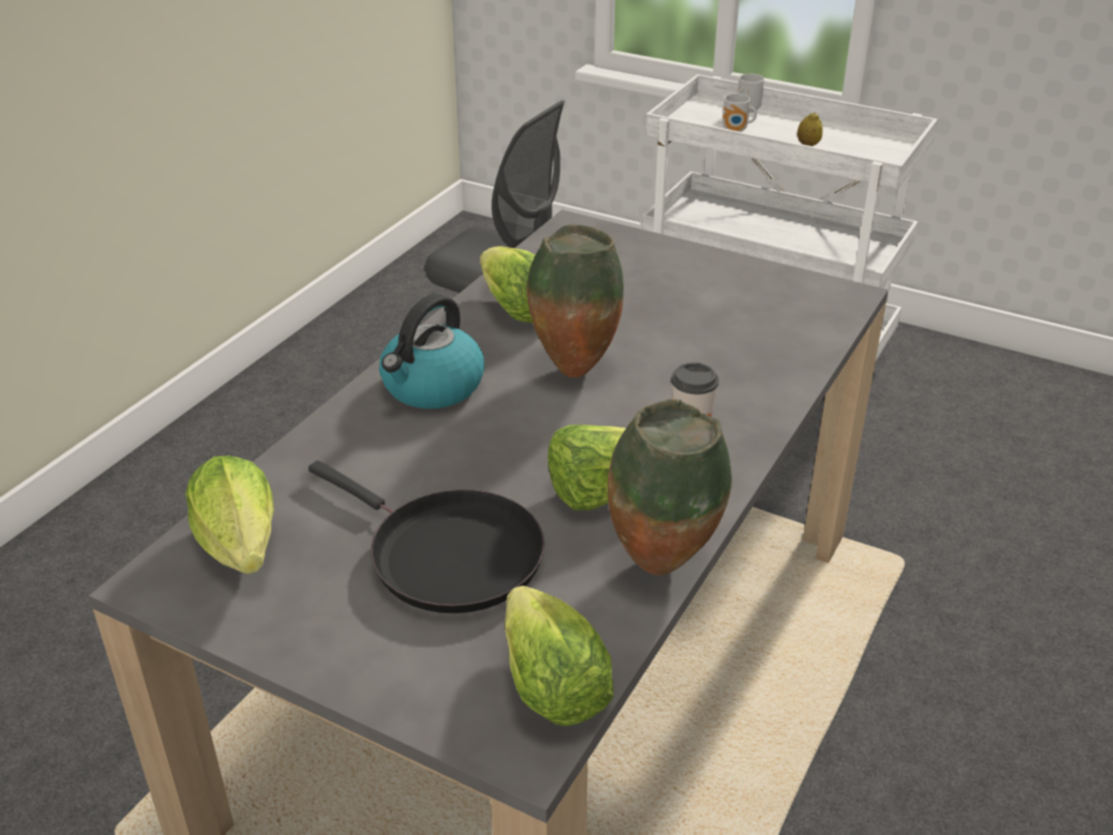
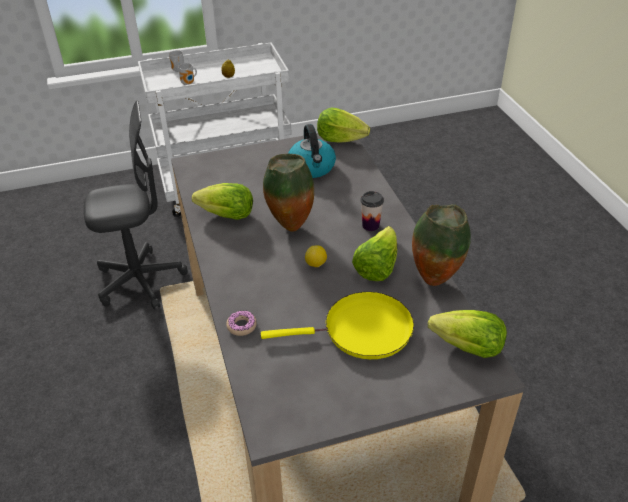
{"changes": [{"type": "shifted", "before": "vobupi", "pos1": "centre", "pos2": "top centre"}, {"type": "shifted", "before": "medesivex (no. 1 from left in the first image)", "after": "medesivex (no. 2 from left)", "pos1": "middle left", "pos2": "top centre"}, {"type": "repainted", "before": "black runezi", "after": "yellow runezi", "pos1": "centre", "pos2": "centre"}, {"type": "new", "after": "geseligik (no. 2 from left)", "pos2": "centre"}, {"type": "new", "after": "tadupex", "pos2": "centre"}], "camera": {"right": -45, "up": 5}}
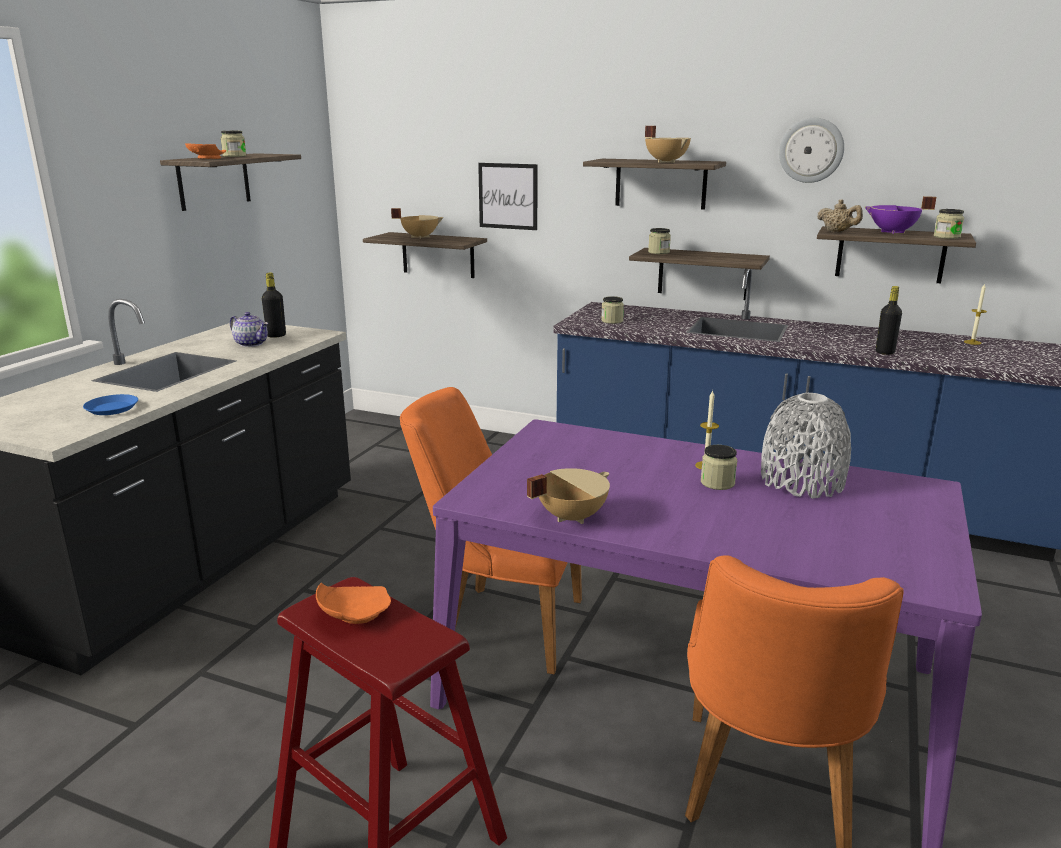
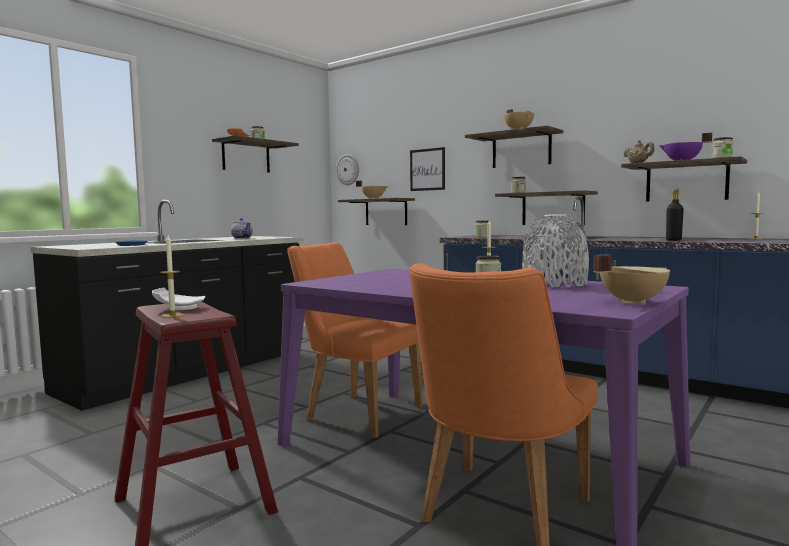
{"changes": [{"type": "shifted", "before": "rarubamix", "pos1": "top right", "pos2": "top centre"}, {"type": "gone", "before": "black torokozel (no. 1 from left)", "pos1": "middle left"}, {"type": "shifted", "before": "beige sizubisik (no. 2 from left in the first image)", "after": "beige sizubisik (no. 3 from left)", "pos1": "centre", "pos2": "middle right"}, {"type": "repainted", "before": "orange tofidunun (no. 2 from left)", "after": "white tofidunun", "pos1": "bottom left", "pos2": "middle left"}, {"type": "new", "after": "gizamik (no. 1 from left)", "pos2": "middle left"}], "camera": {"right": 15, "up": -15}}
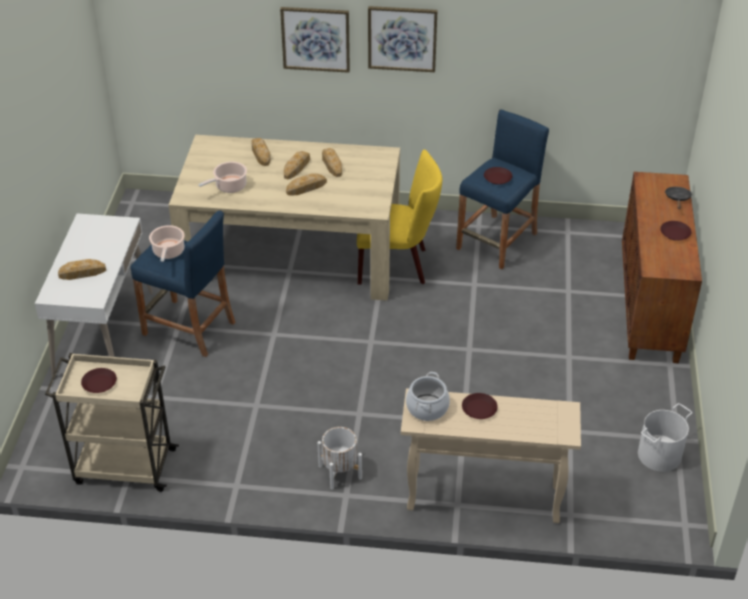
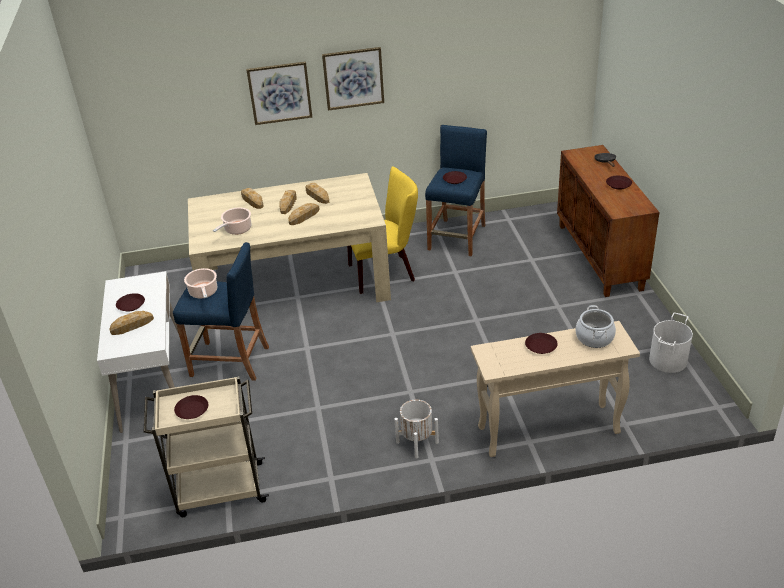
{"changes": [{"type": "shifted", "before": "sizubisik (no. 3 from left)", "pos1": "centre", "pos2": "middle right"}, {"type": "new", "after": "brown tofidunun (no. 1 from left)", "pos2": "middle left"}], "camera": {"right": -15, "up": -5}}
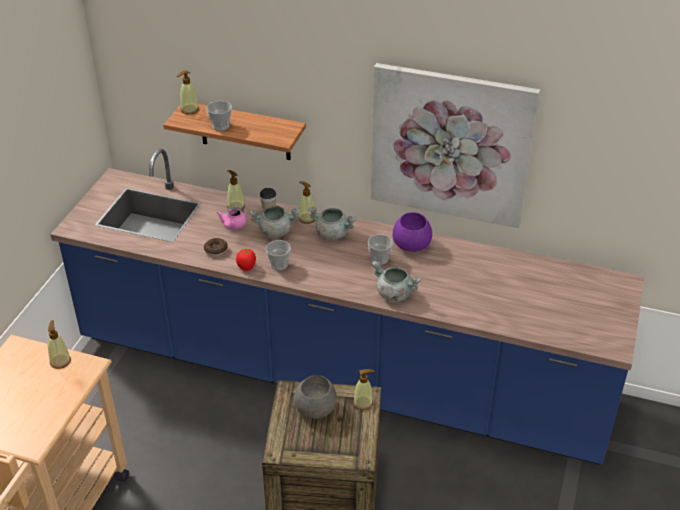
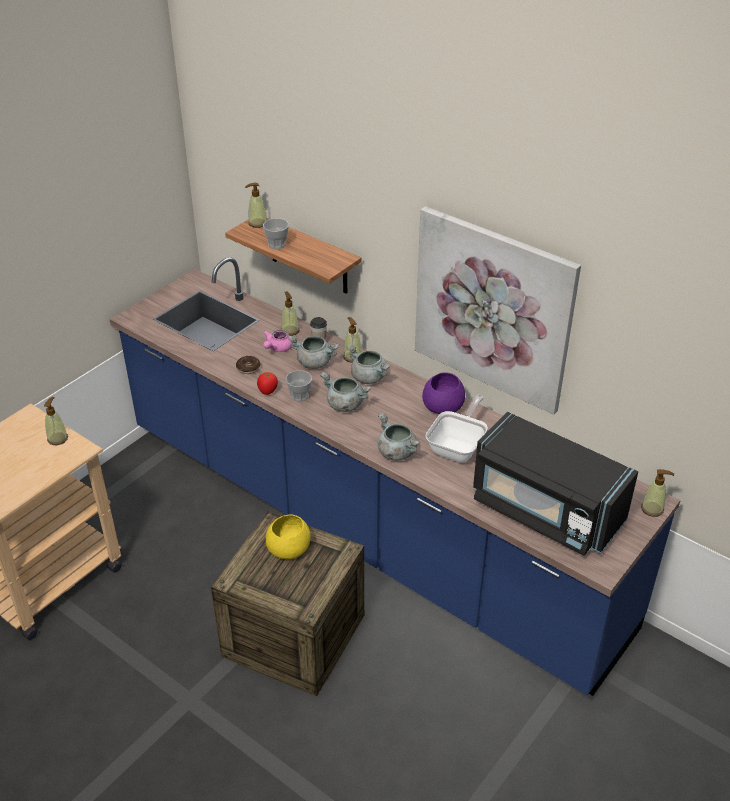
{"changes": [{"type": "gone", "before": "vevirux (no. 4 from left)", "pos1": "centre"}, {"type": "shifted", "before": "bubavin (no. 5 from left)", "pos1": "bottom centre", "pos2": "middle right"}, {"type": "repainted", "before": "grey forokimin", "after": "yellow forokimin", "pos1": "bottom centre", "pos2": "bottom centre"}, {"type": "new", "after": "grey sizubisik (no. 2 from left)", "pos2": "centre"}, {"type": "new", "after": "runezi", "pos2": "centre"}, {"type": "new", "after": "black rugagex", "pos2": "middle right"}], "camera": {"right": 20, "up": 0}}
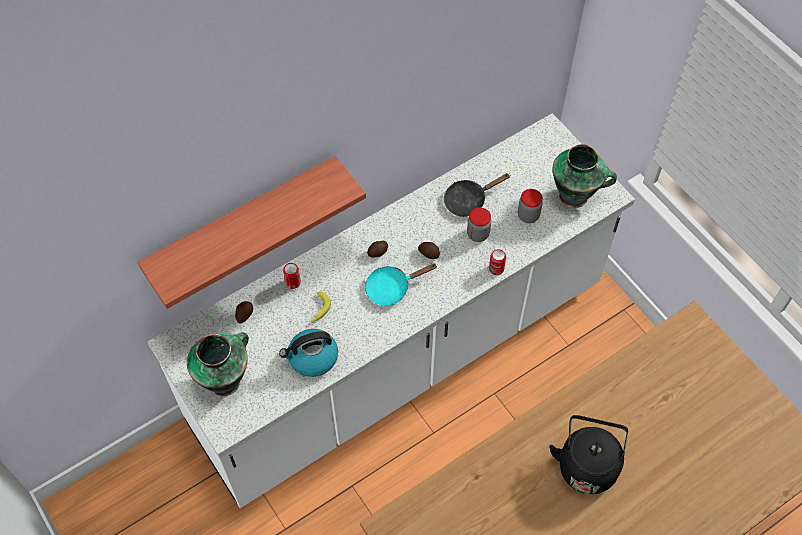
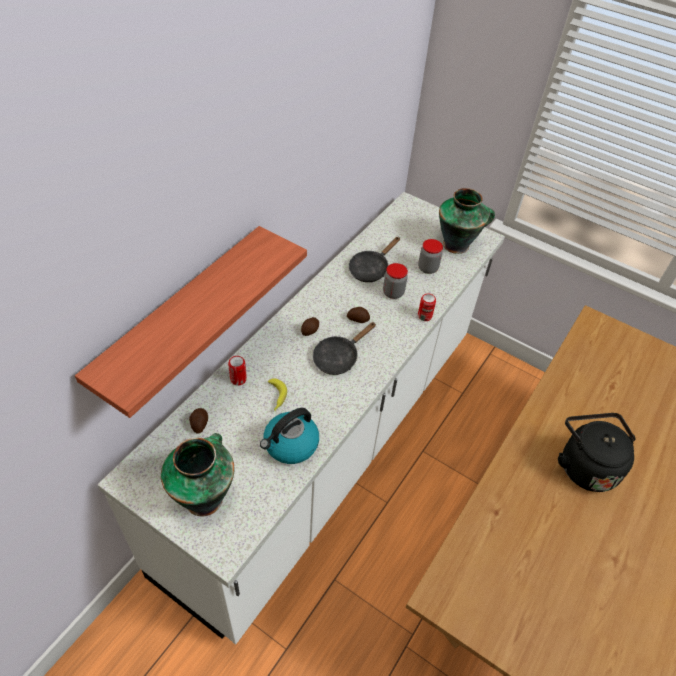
{"changes": [{"type": "repainted", "before": "turquoise runezi", "after": "black runezi (no. 1 from left)", "pos1": "centre", "pos2": "centre"}], "camera": {"right": -25, "up": -10}}
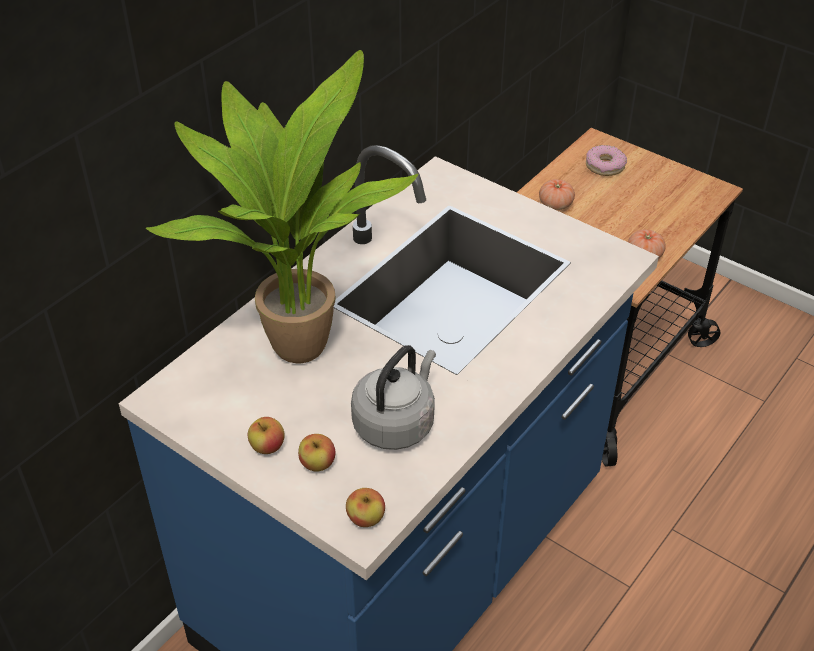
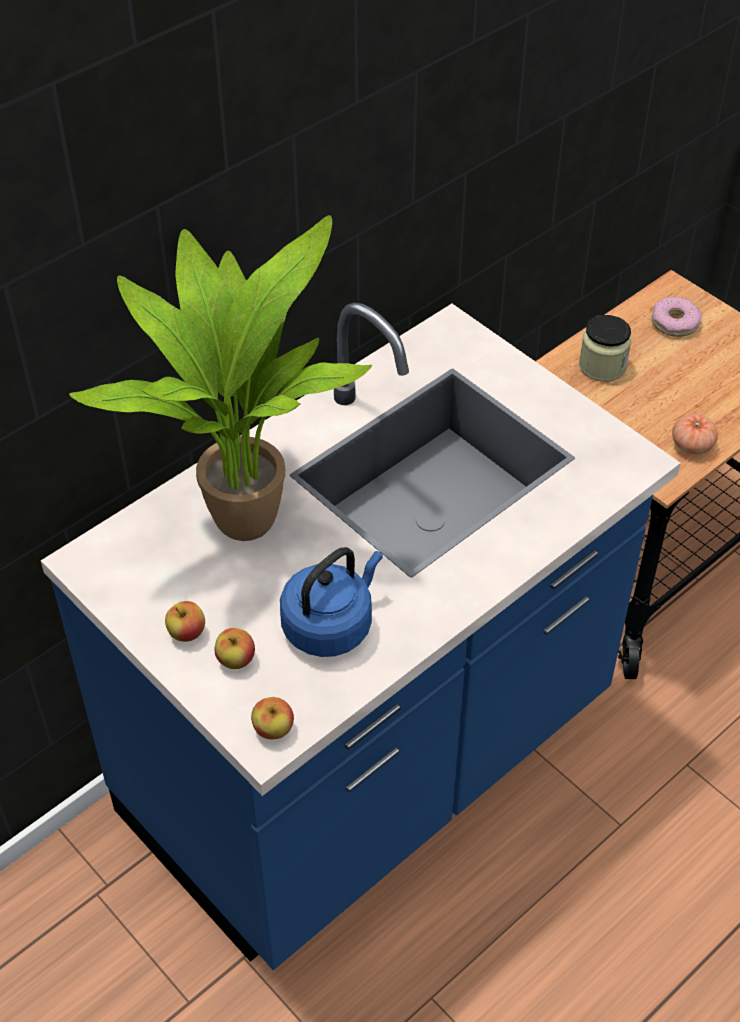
{"changes": [{"type": "swapped", "before": "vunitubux (no. 1 from left)", "after": "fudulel", "pos1": "top right", "pos2": "middle right"}, {"type": "repainted", "before": "grey vobupi", "after": "blue vobupi", "pos1": "centre", "pos2": "centre"}], "camera": {"right": 10, "up": 5}}
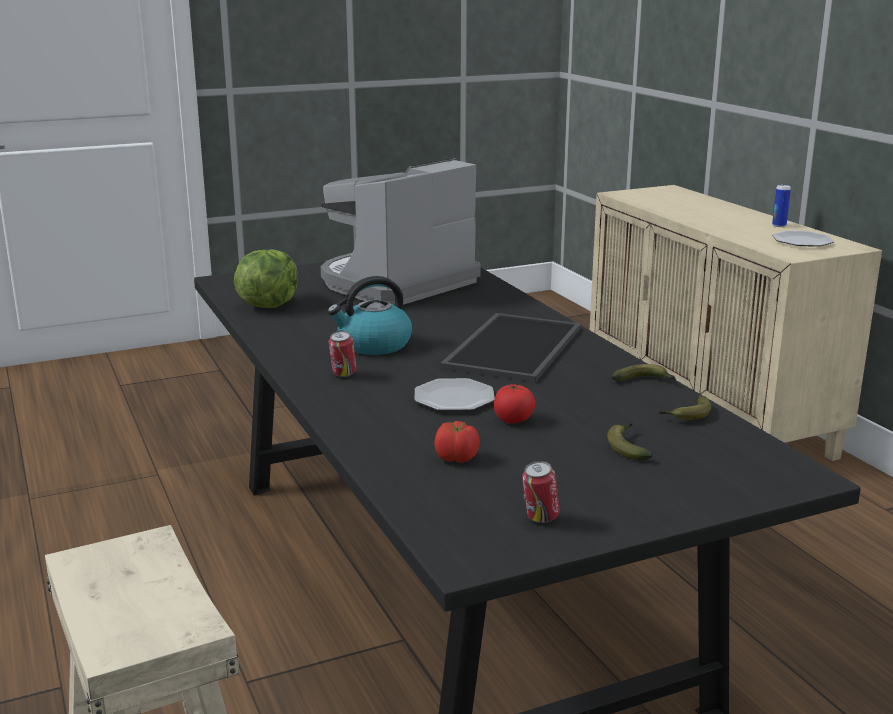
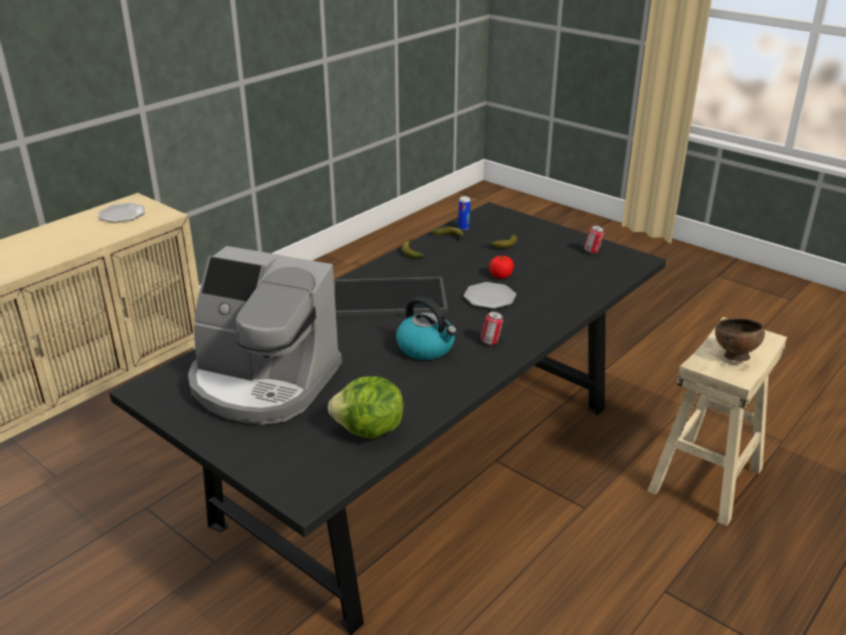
{"changes": [{"type": "shifted", "before": "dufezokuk (no. 3 from left in the first image)", "after": "dufezokuk (no. 1 from left)", "pos1": "top right", "pos2": "centre"}, {"type": "gone", "before": "vunitubux (no. 1 from left)", "pos1": "centre"}, {"type": "new", "after": "brown forokimin", "pos2": "middle right"}], "camera": {"right": -115, "up": 10}}
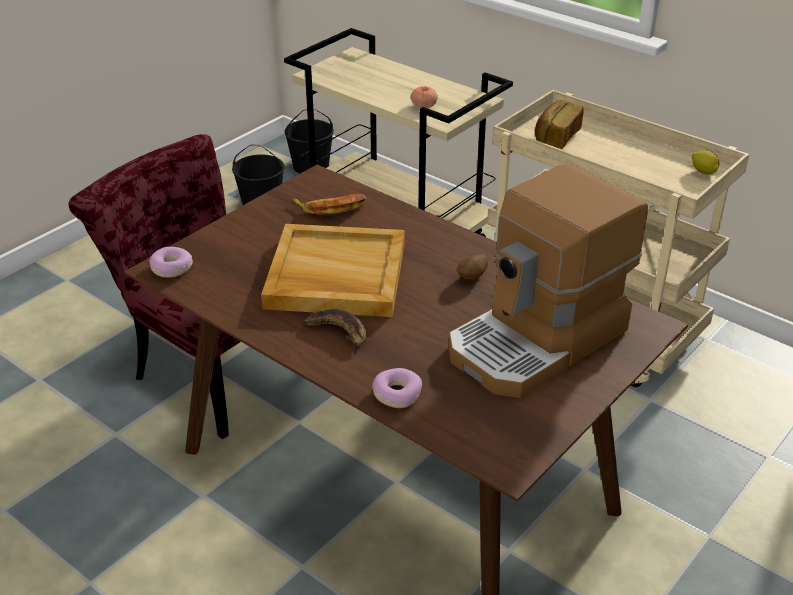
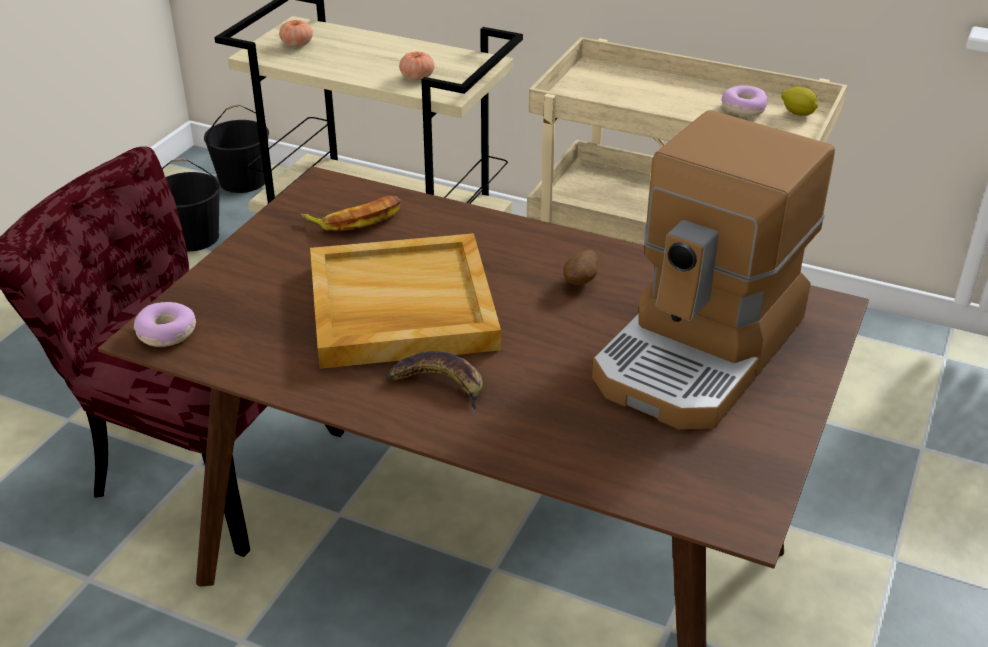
{"changes": [{"type": "gone", "before": "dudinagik", "pos1": "top right"}, {"type": "shifted", "before": "tadupex (no. 2 from left)", "pos1": "centre", "pos2": "top right"}, {"type": "new", "after": "vunitubux (no. 1 from left)", "pos2": "top left"}], "camera": {"right": -15, "up": 0}}
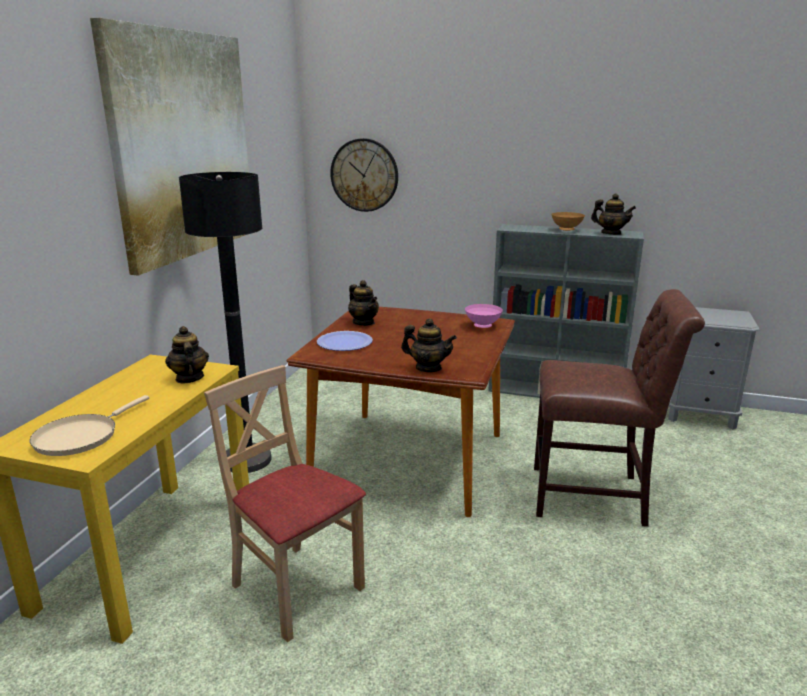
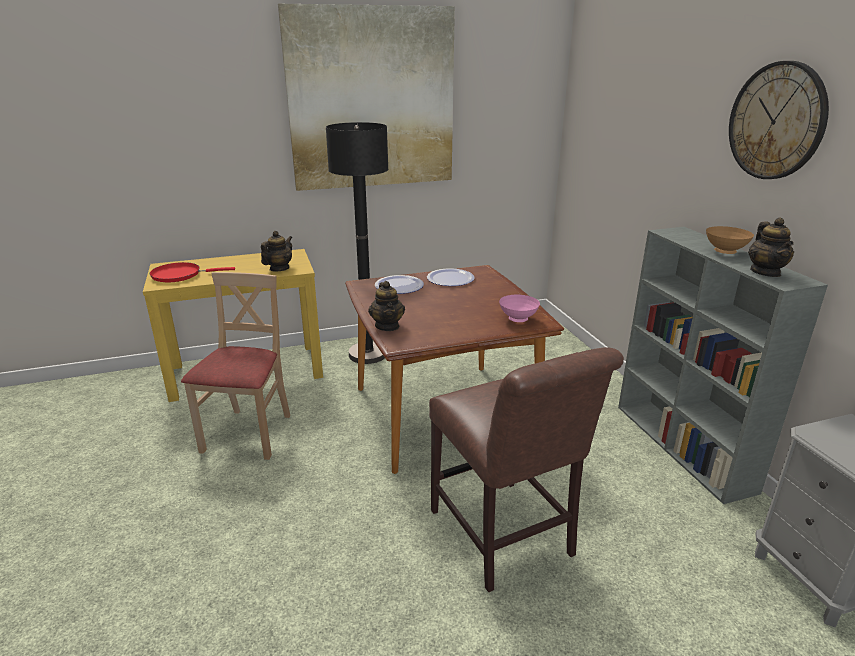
{"changes": [{"type": "shifted", "before": "rarubamix", "pos1": "top centre", "pos2": "top right"}, {"type": "swapped", "before": "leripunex (no. 2 from left)", "after": "tofidunun (no. 2 from left)", "pos1": "centre", "pos2": "centre"}, {"type": "repainted", "before": "beige runezi", "after": "red runezi", "pos1": "middle left", "pos2": "middle left"}], "camera": {"right": 55, "up": 5}}
